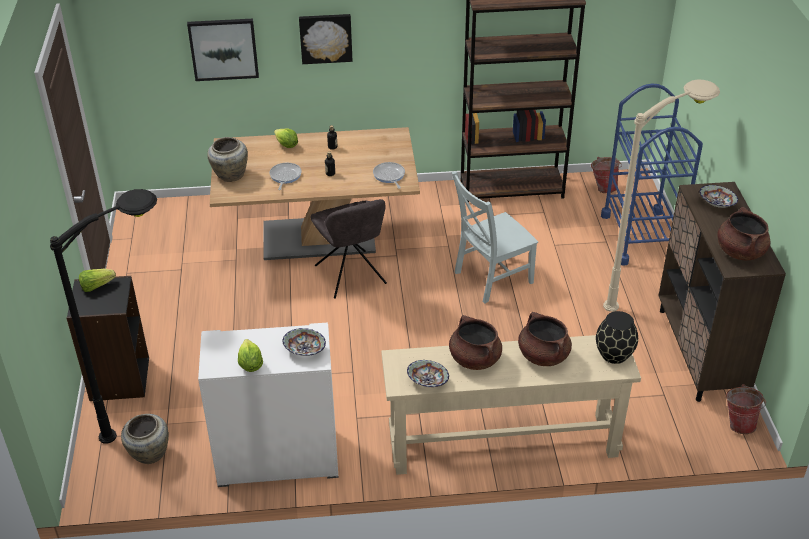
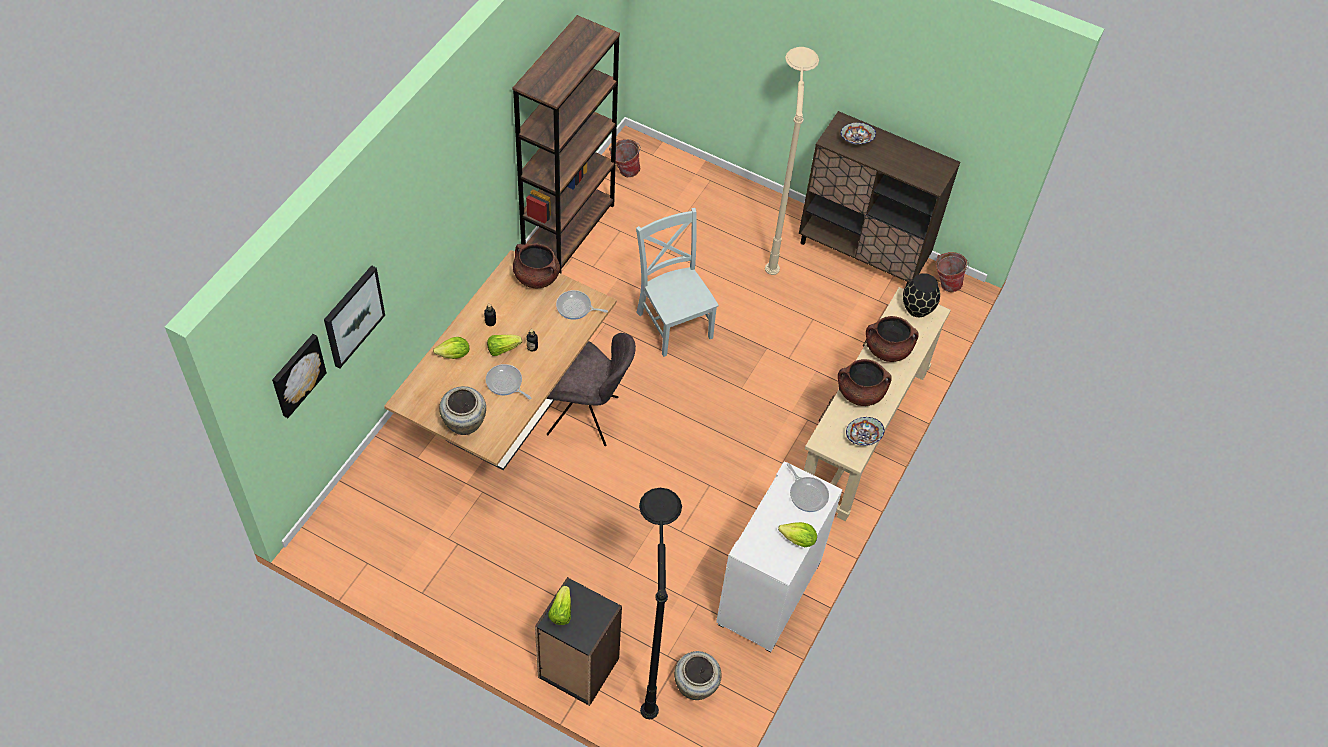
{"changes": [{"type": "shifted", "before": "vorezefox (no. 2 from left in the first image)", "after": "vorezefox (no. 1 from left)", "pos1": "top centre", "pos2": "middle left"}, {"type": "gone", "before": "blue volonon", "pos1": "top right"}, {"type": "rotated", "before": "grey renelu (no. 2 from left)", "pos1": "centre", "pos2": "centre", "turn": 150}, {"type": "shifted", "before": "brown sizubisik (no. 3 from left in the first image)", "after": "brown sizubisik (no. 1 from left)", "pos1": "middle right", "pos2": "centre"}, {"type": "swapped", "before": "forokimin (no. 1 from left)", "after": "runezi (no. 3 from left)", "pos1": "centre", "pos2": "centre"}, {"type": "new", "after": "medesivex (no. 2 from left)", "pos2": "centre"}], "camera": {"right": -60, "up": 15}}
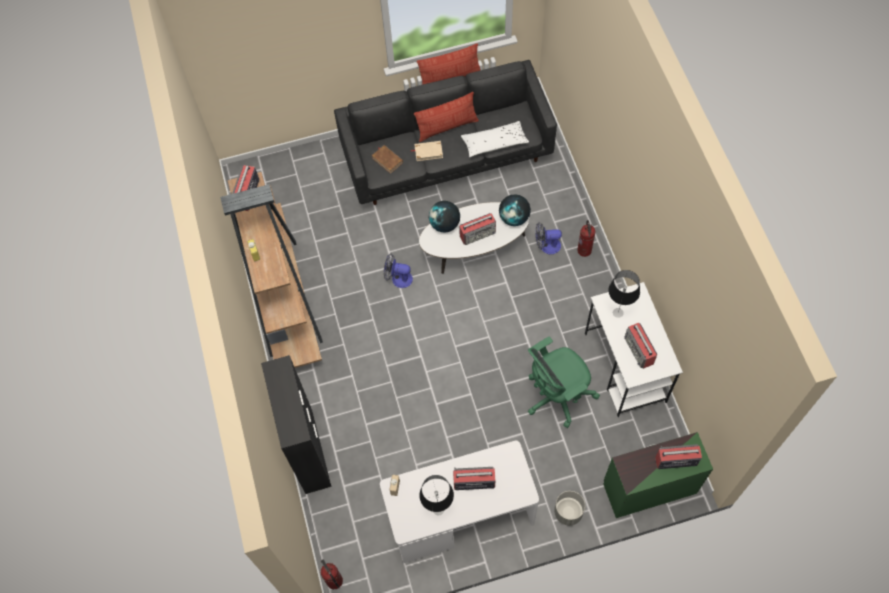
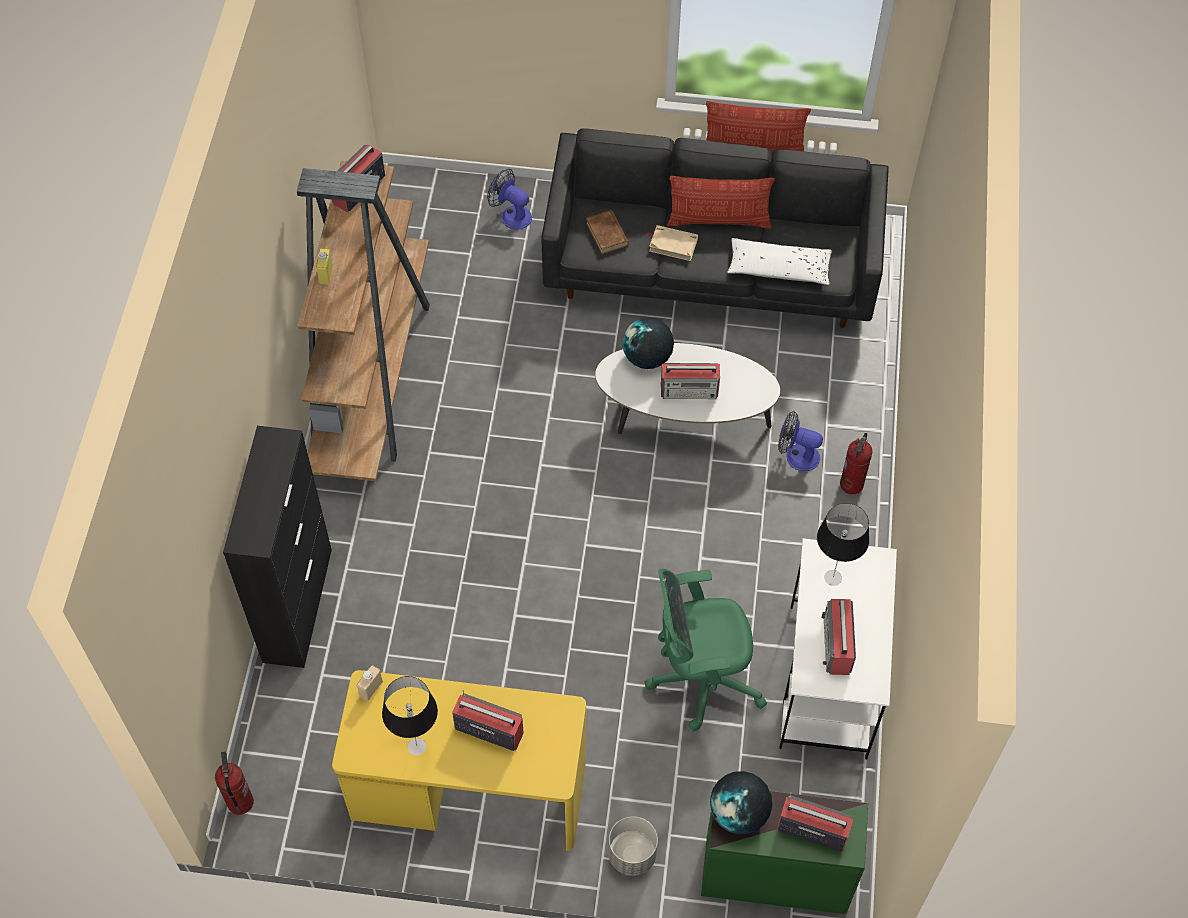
{"changes": [{"type": "shifted", "before": "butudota (no. 2 from left)", "pos1": "centre", "pos2": "bottom centre"}, {"type": "shifted", "before": "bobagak (no. 1 from left)", "pos1": "centre", "pos2": "top centre"}, {"type": "repainted", "before": "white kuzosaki (no. 1 from left)", "after": "yellow kuzosaki", "pos1": "bottom centre", "pos2": "bottom centre"}], "camera": {"right": 20, "up": -5}}
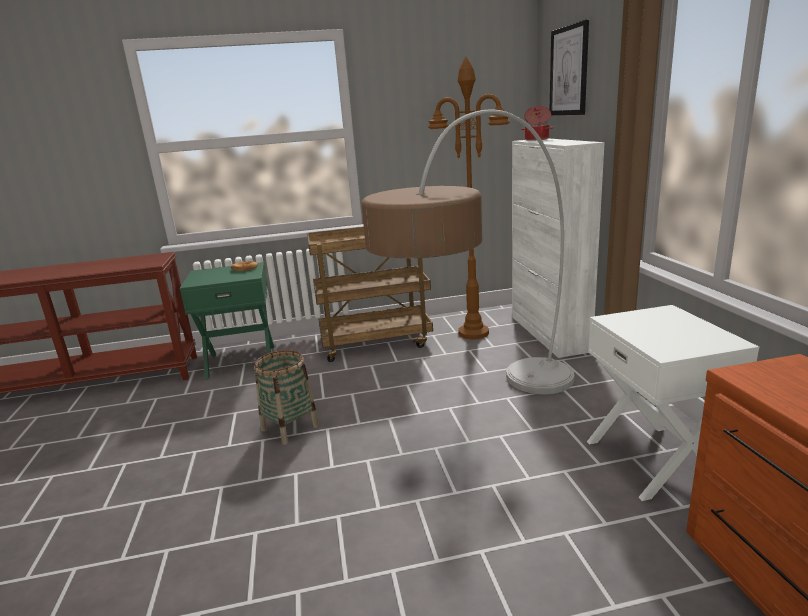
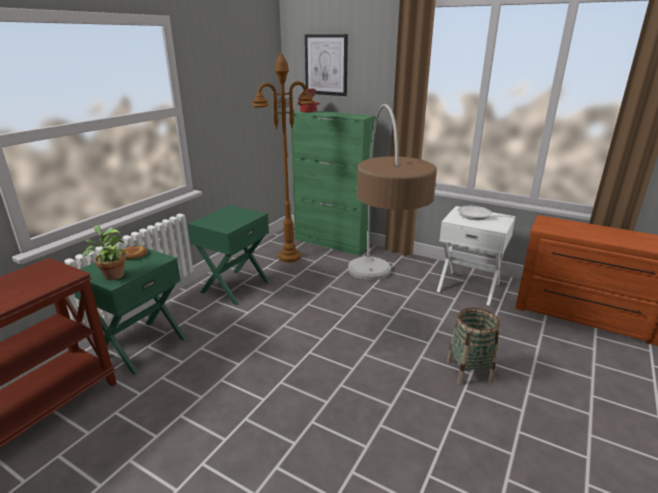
{"changes": [{"type": "repainted", "before": "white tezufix", "after": "green tezufix", "pos1": "middle right", "pos2": "centre"}, {"type": "swapped", "before": "brown volonon", "after": "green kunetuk (no. 2 from left)", "pos1": "centre", "pos2": "centre"}, {"type": "shifted", "before": "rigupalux", "pos1": "centre", "pos2": "bottom right"}, {"type": "new", "after": "runezi", "pos2": "middle right"}, {"type": "new", "after": "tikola", "pos2": "middle left"}], "camera": {"right": -50, "up": 5}}
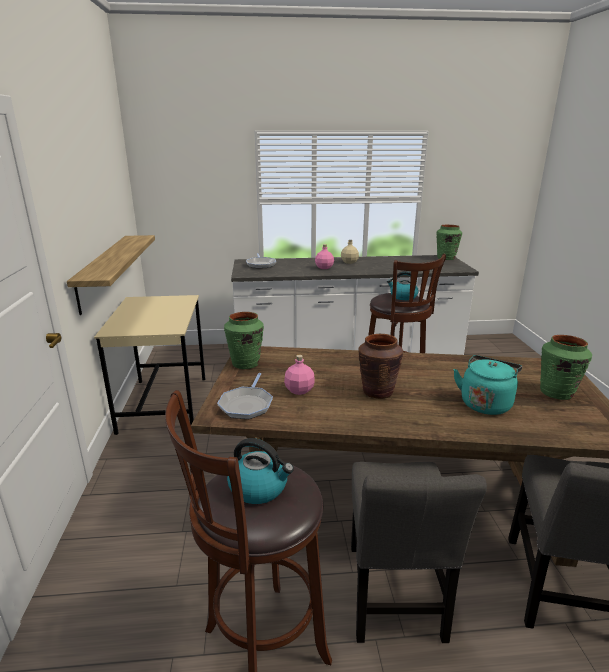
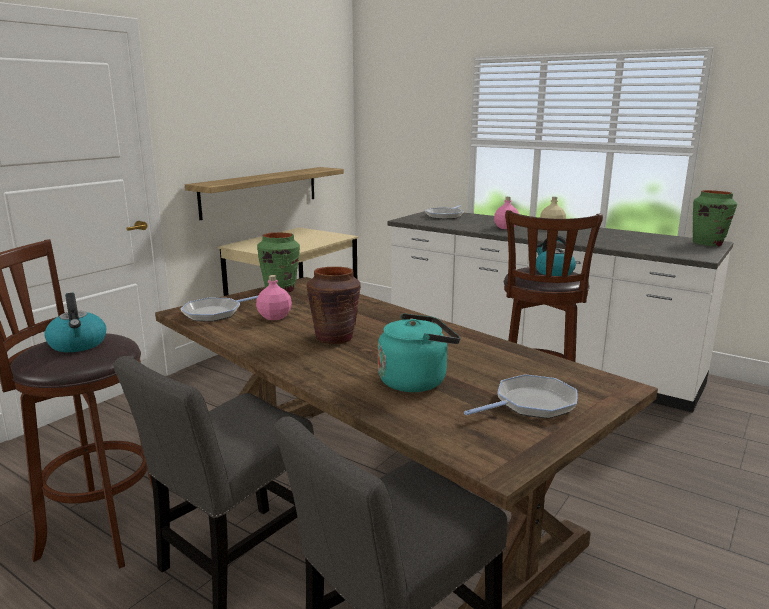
{"changes": [{"type": "swapped", "before": "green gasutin (no. 3 from left)", "after": "runezi (no. 3 from left)", "pos1": "middle right", "pos2": "middle right"}], "camera": {"right": 40, "up": -5}}
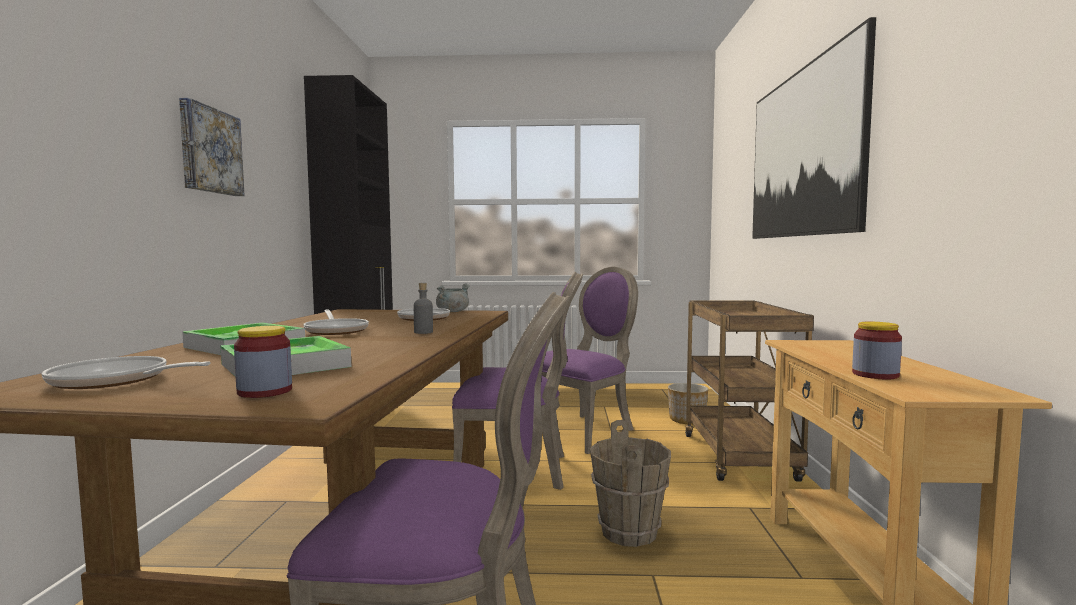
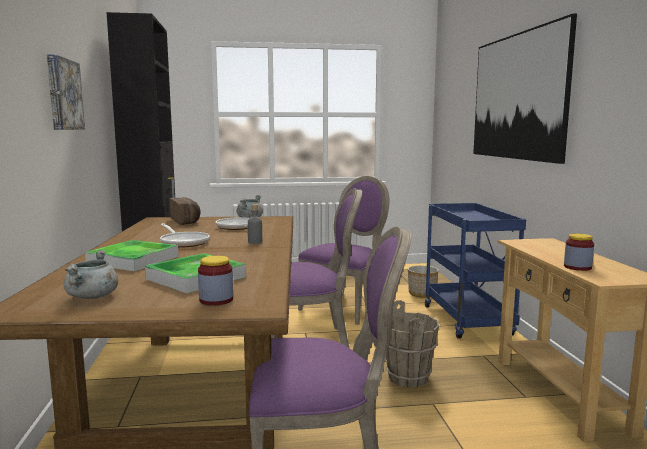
{"changes": [{"type": "repainted", "before": "brown volonon", "after": "blue volonon", "pos1": "middle right", "pos2": "middle right"}, {"type": "swapped", "before": "runezi (no. 1 from left)", "after": "grey sizubisik (no. 1 from left)", "pos1": "middle left", "pos2": "middle left"}, {"type": "new", "after": "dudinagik", "pos2": "middle left"}], "camera": {"right": -10, "up": 5}}
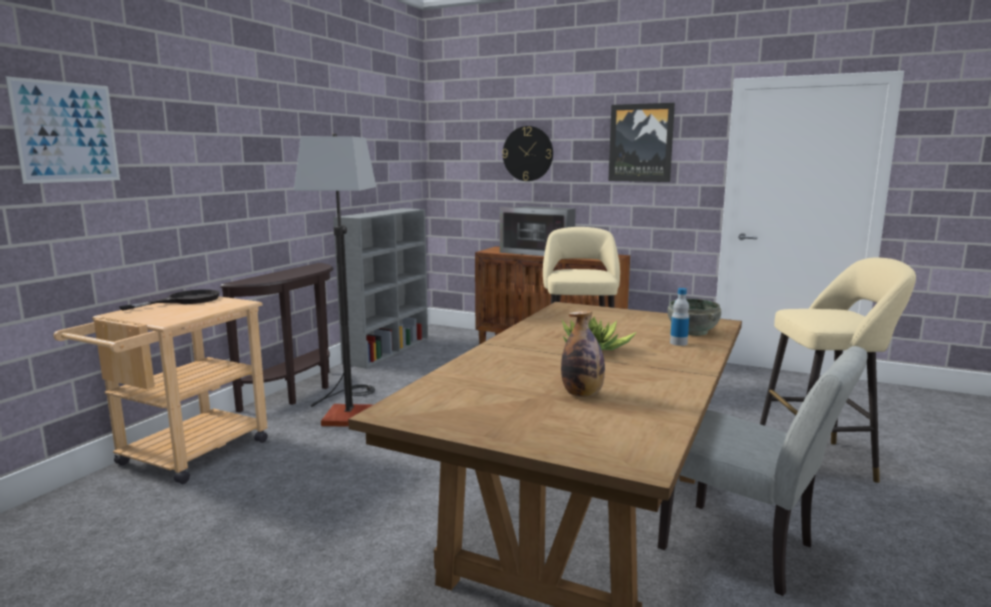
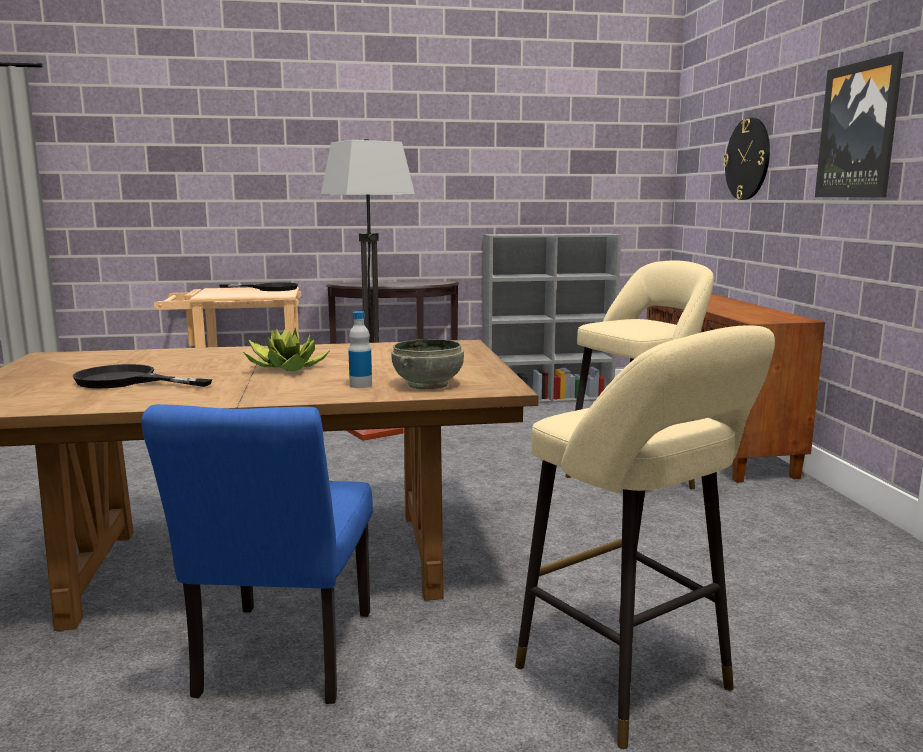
{"changes": [{"type": "gone", "before": "vorezefox (no. 1 from left)", "pos1": "top left"}, {"type": "gone", "before": "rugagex", "pos1": "centre"}, {"type": "swapped", "before": "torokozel (no. 1 from left)", "after": "black runezi (no. 1 from left)", "pos1": "centre", "pos2": "middle left"}, {"type": "repainted", "before": "grey renelu", "after": "blue renelu", "pos1": "bottom right", "pos2": "bottom left"}], "camera": {"right": 55, "up": 0}}
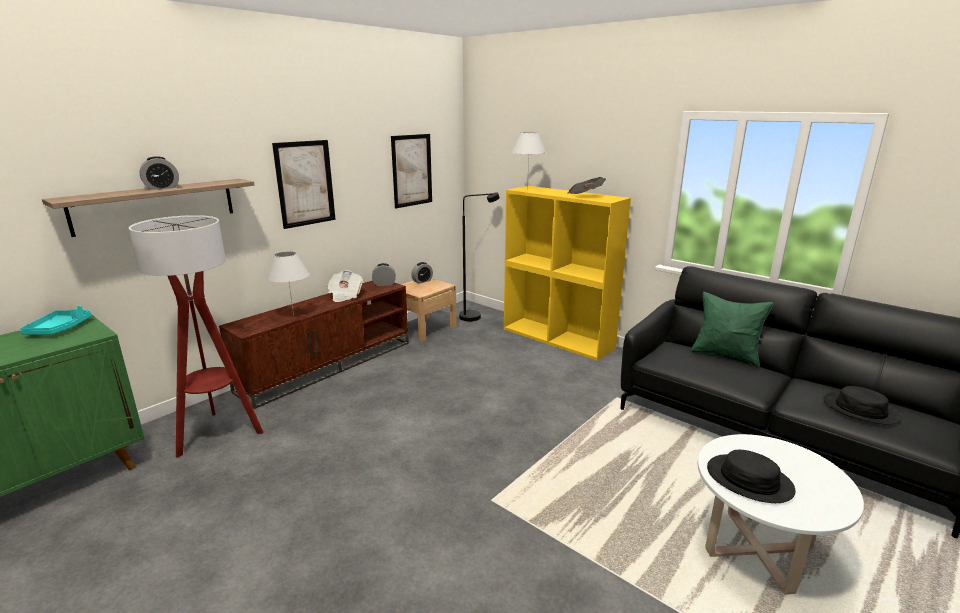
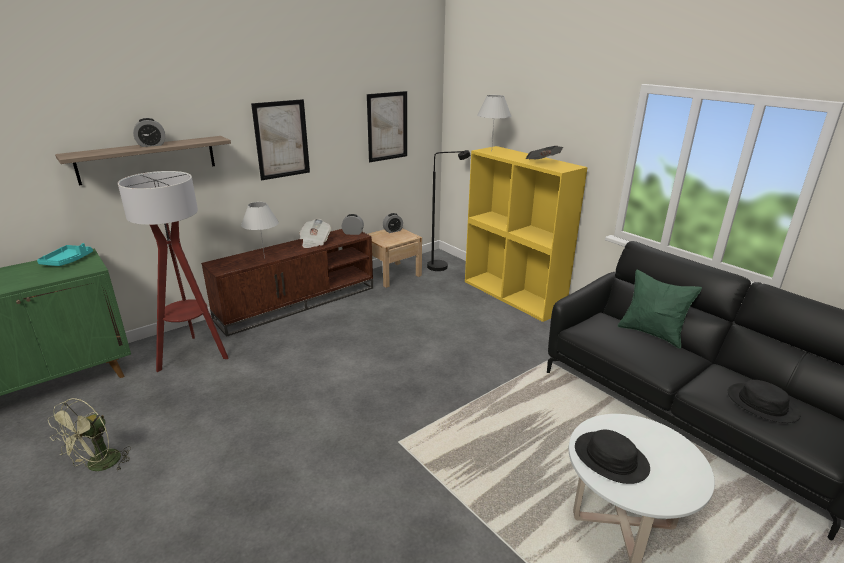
{"changes": [{"type": "new", "after": "green bobagak", "pos2": "bottom left"}], "camera": {"right": 10, "up": 5}}
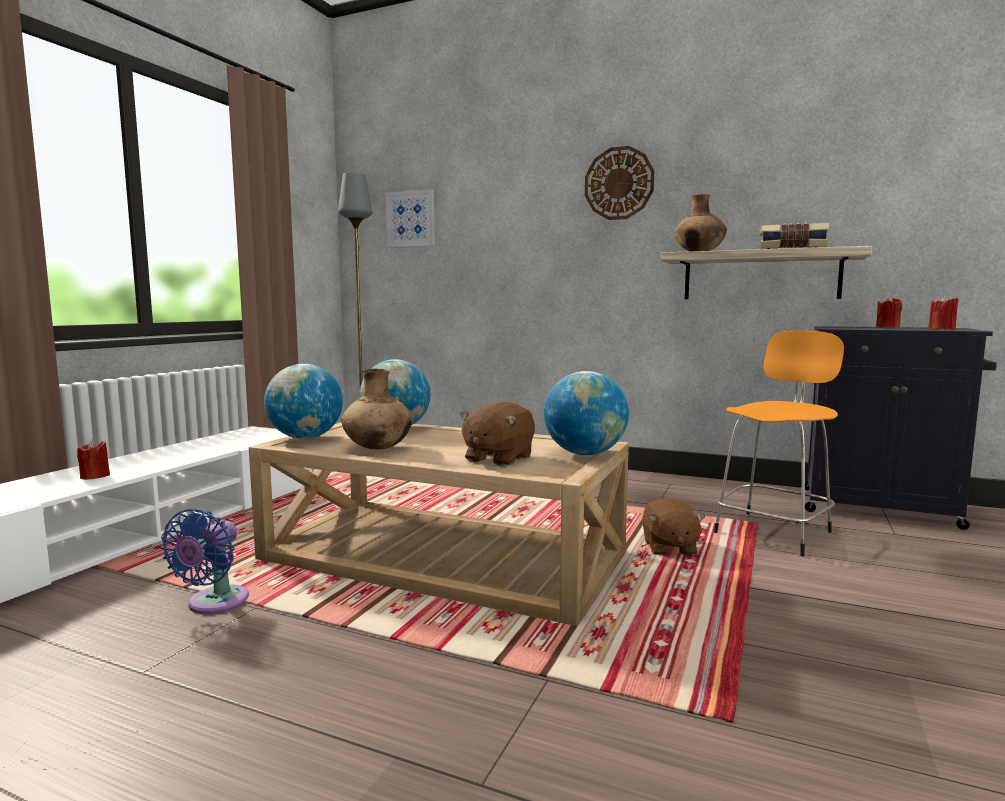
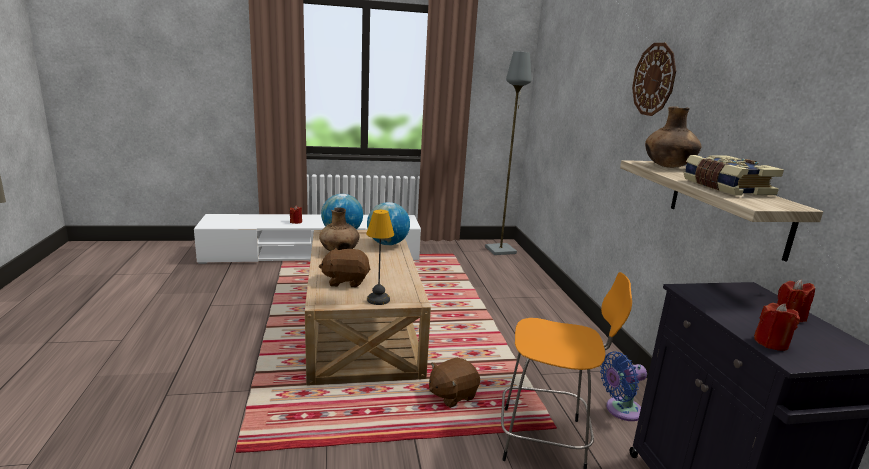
{"changes": [{"type": "gone", "before": "vorezefox", "pos1": "top centre"}, {"type": "swapped", "before": "butudota (no. 3 from left)", "after": "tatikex", "pos1": "centre", "pos2": "centre"}, {"type": "shifted", "before": "blue bobagak", "pos1": "bottom left", "pos2": "bottom right"}], "camera": {"right": 55, "up": 10}}
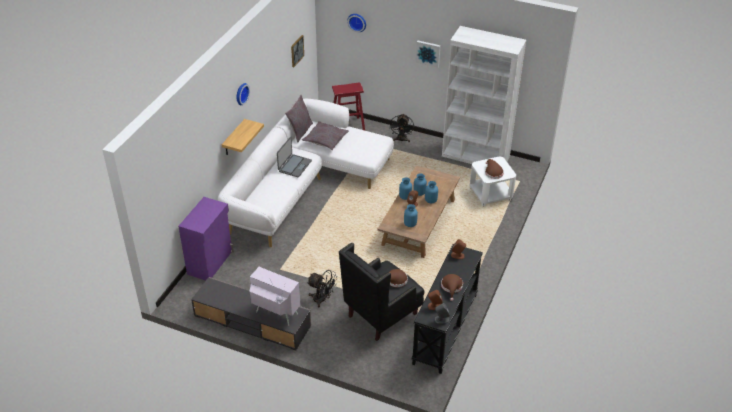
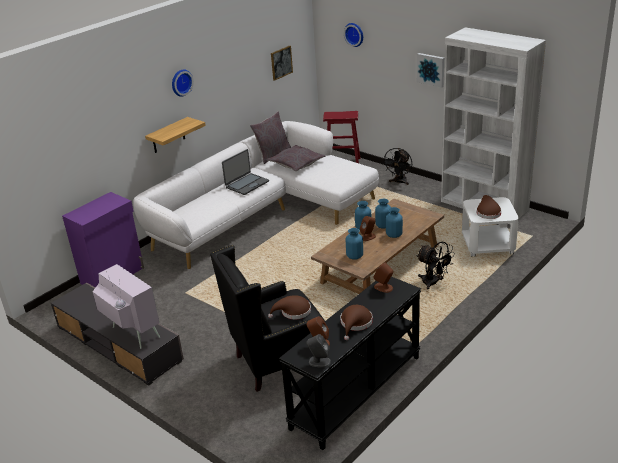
{"changes": [{"type": "shifted", "before": "black bobagak (no. 1 from left in the first image)", "after": "black bobagak (no. 2 from left)", "pos1": "bottom centre", "pos2": "middle right"}], "camera": {"right": 20, "up": -10}}
